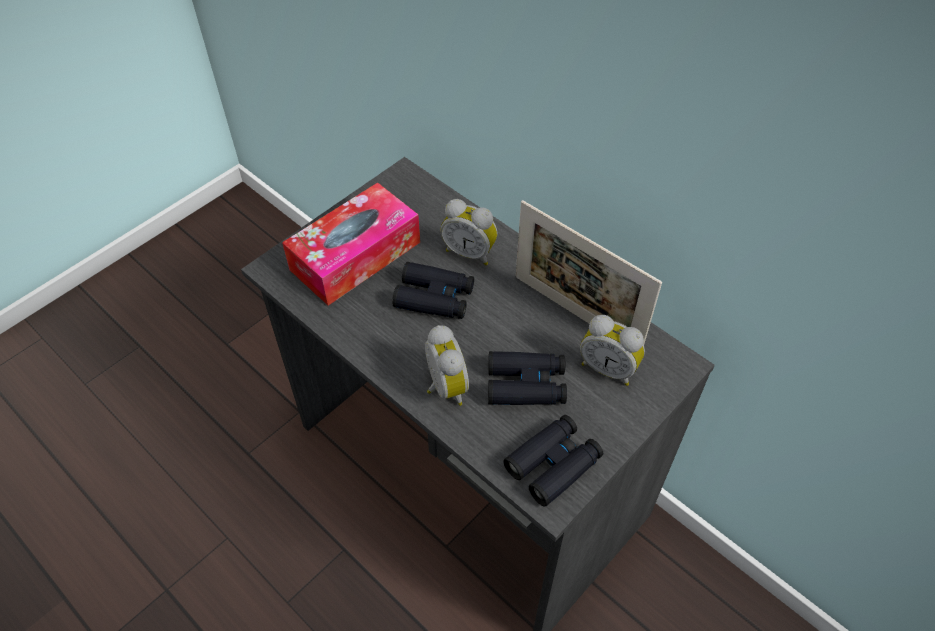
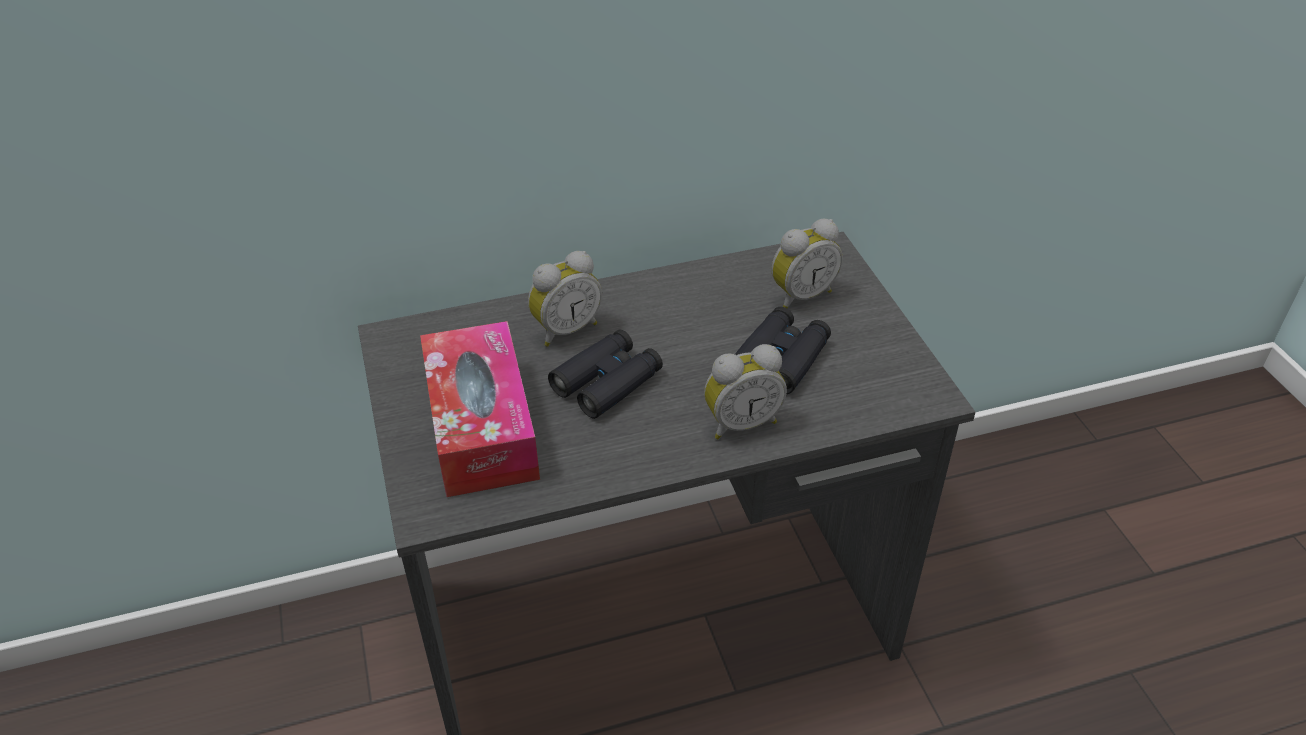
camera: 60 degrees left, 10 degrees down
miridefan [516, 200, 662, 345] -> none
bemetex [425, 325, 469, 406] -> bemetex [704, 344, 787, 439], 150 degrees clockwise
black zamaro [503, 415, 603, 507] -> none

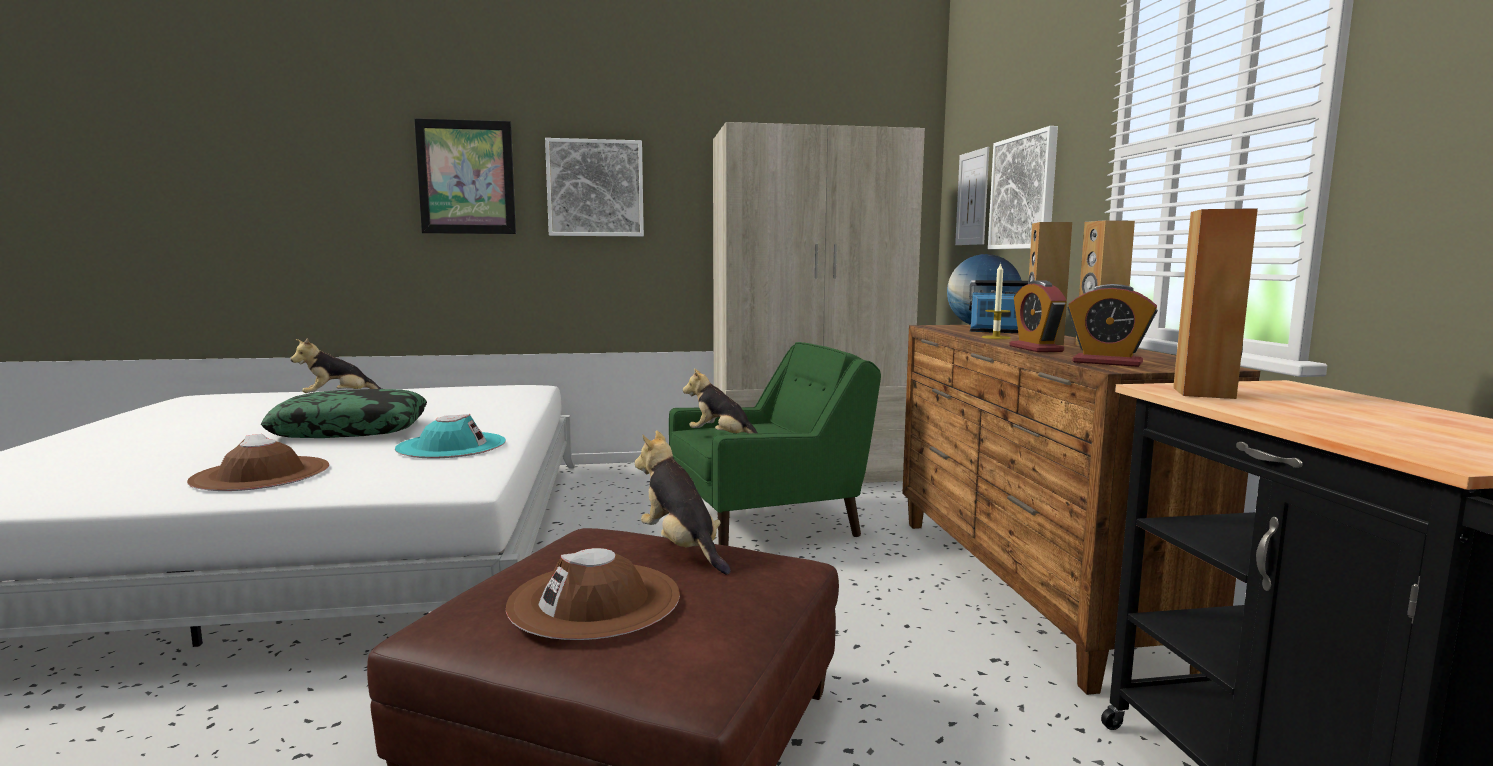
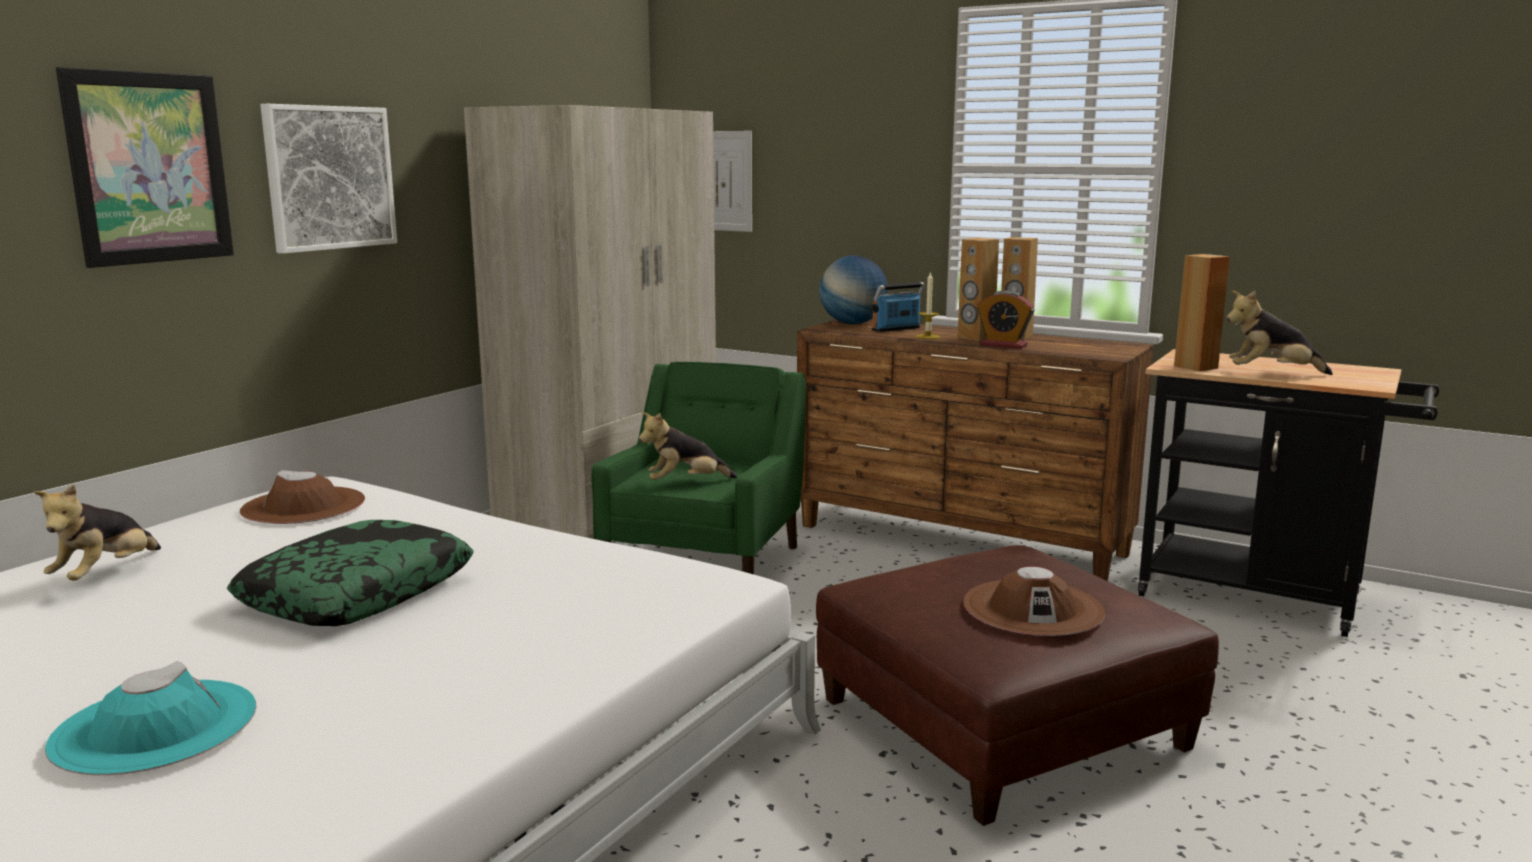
camera: 50 degrees left, 5 degrees up
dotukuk [988, 126, 1058, 249] -> none
bemetex [1068, 284, 1158, 367] -> none
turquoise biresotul [395, 414, 506, 458] -> turquoise biresotul [45, 661, 256, 775], moved
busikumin [635, 430, 731, 575] -> busikumin [1226, 290, 1333, 375], moved
brown biresotul [187, 434, 329, 491] -> brown biresotul [240, 470, 365, 524], moved

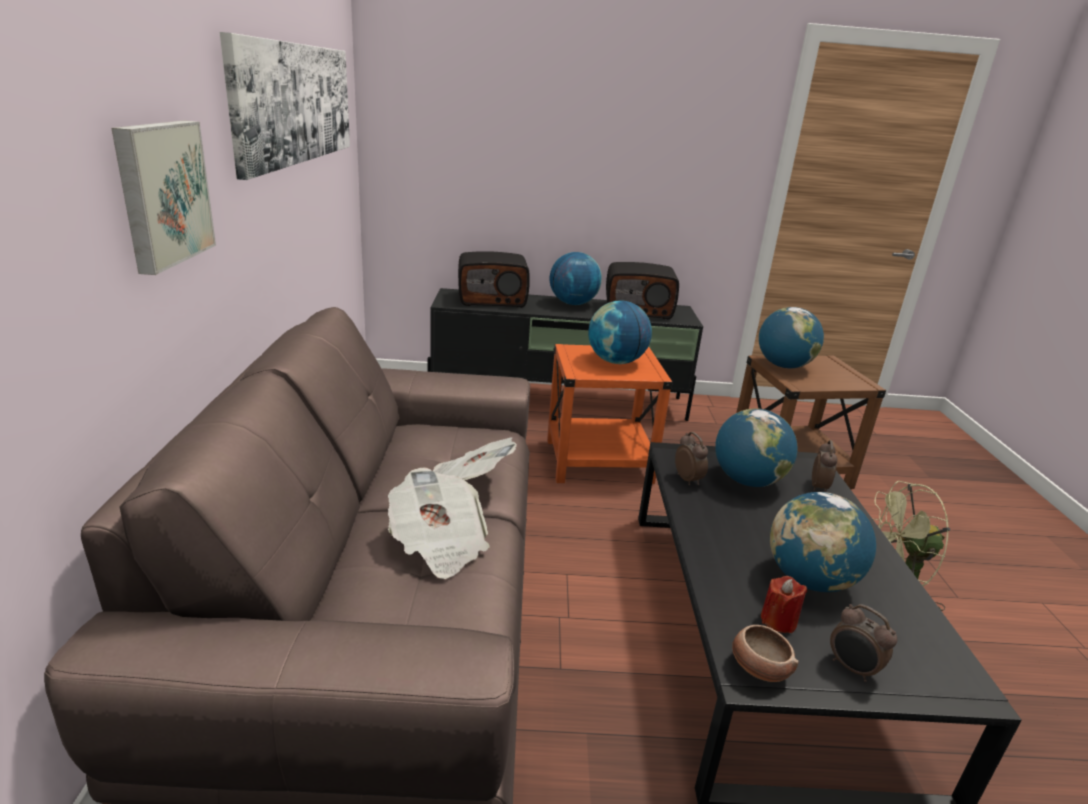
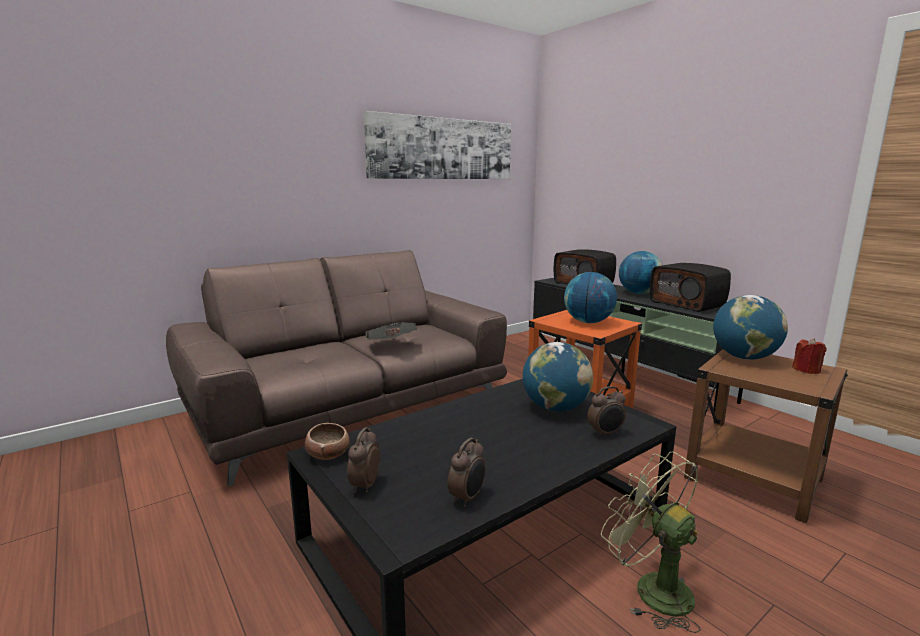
camera: 55 degrees right, 10 degrees down
dotukuk [111, 120, 216, 275] -> none
bemetex [675, 432, 708, 485] -> bemetex [448, 438, 485, 507], moved
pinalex [388, 468, 490, 579] -> none
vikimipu [770, 492, 876, 592] -> none
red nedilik [761, 576, 807, 633] -> red nedilik [792, 338, 827, 374], moved

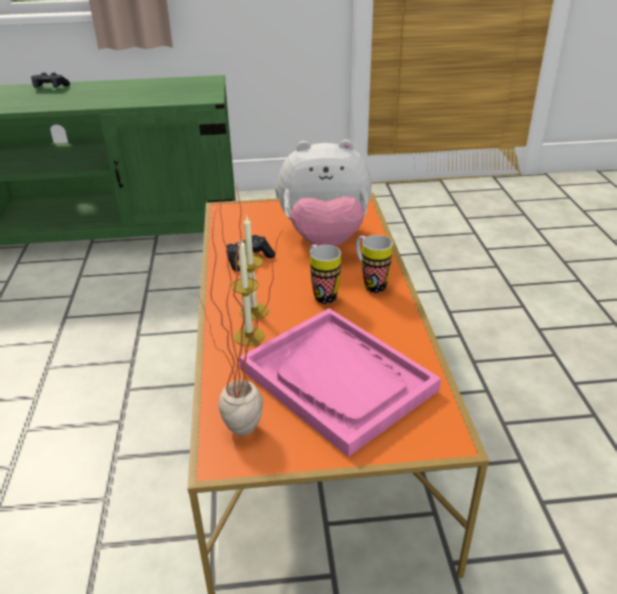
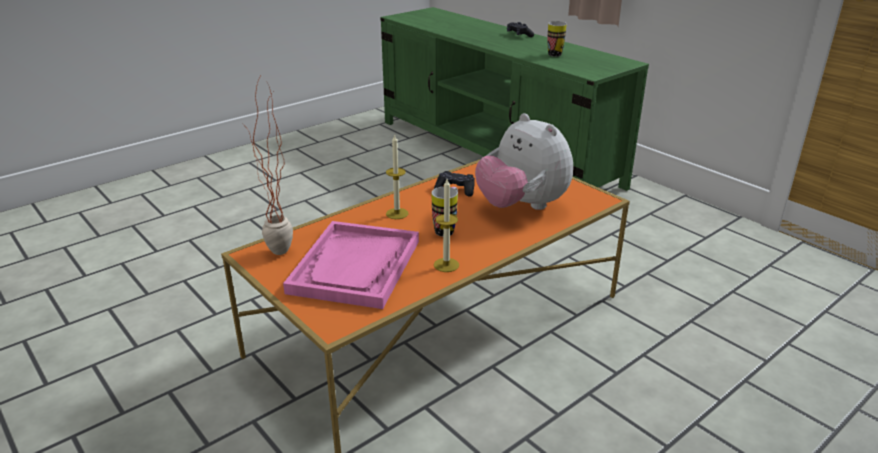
camera: 55 degrees right, 5 degrees down
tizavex [356, 235, 393, 293] -> tizavex [547, 21, 567, 57], moved
nedilik [231, 239, 265, 346] -> nedilik [434, 179, 459, 272], moved

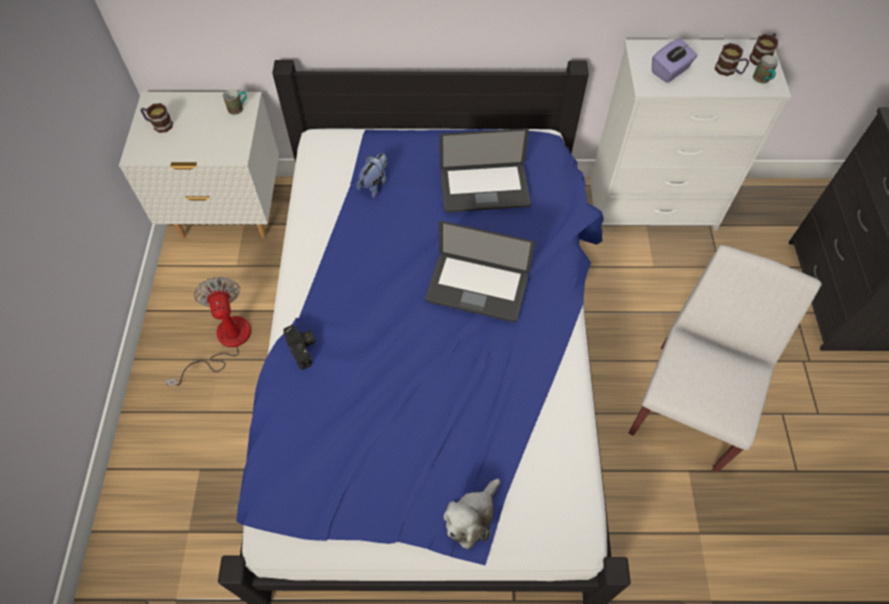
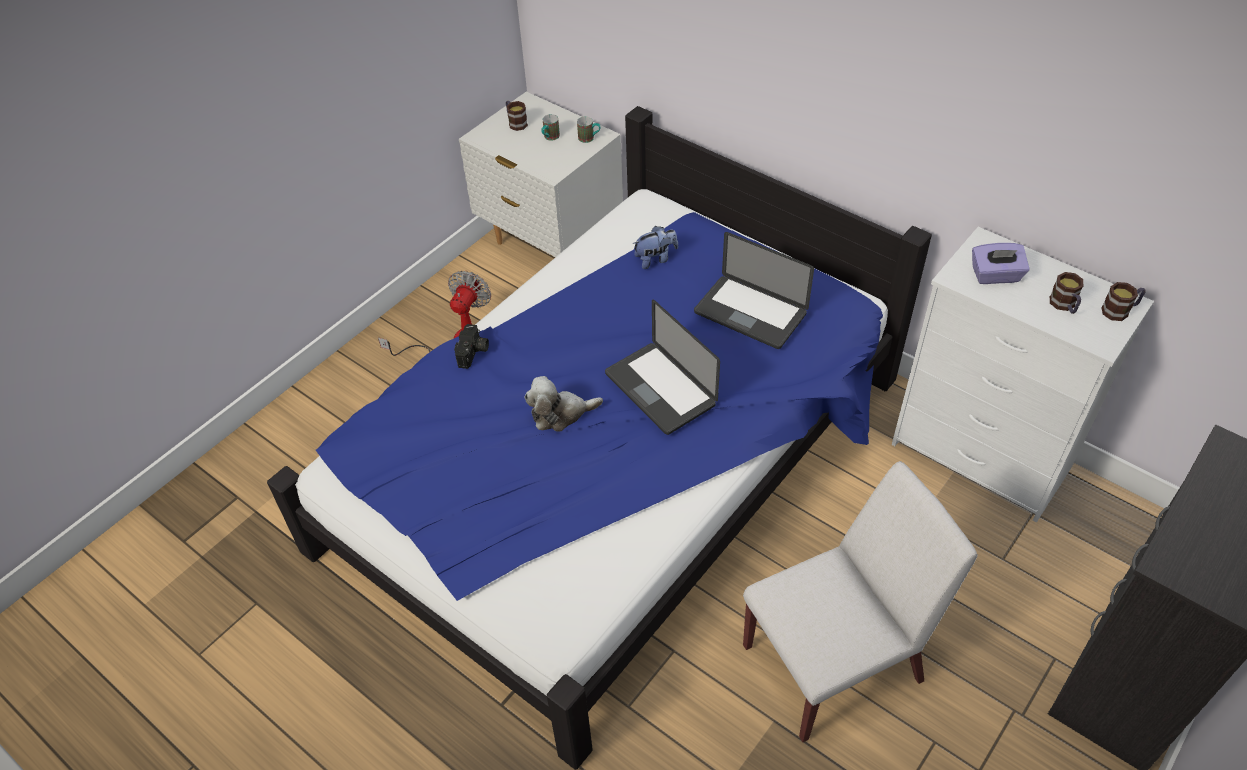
camera: 40 degrees right, 10 degrees down
tizavex [753, 55, 778, 84] -> tizavex [542, 114, 560, 141], moved
busikumin [443, 479, 500, 549] -> busikumin [524, 376, 603, 432], moved

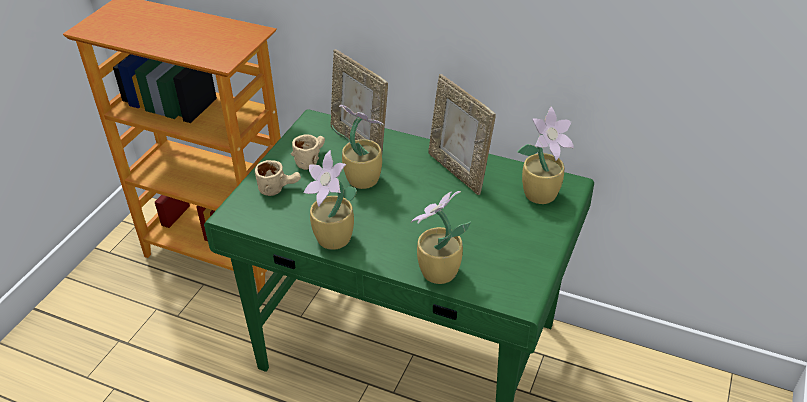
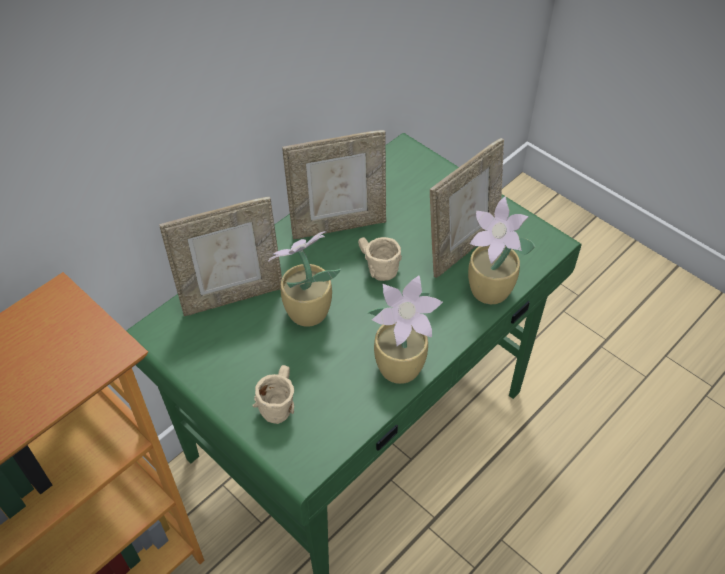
camera: 70 degrees left, 10 degrees up
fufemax [517, 107, 574, 204] -> none
beige tizavex [291, 135, 325, 170] -> beige tizavex [358, 237, 402, 281], moved
none -> miridefan [430, 138, 504, 278]

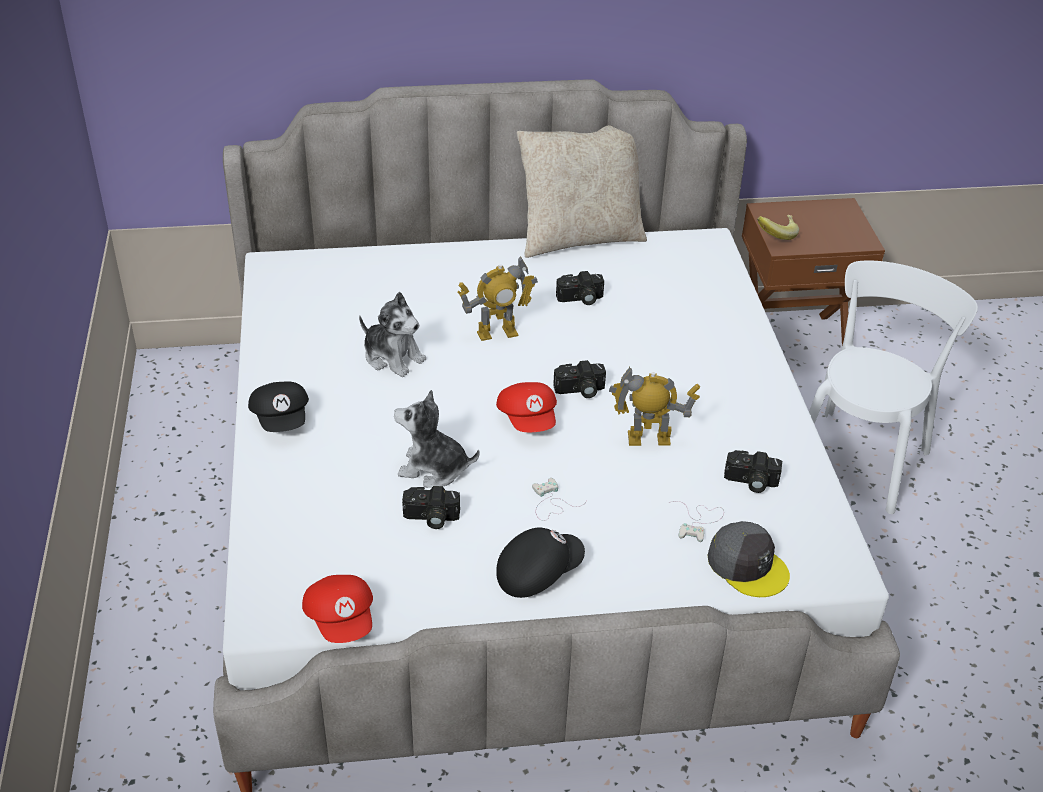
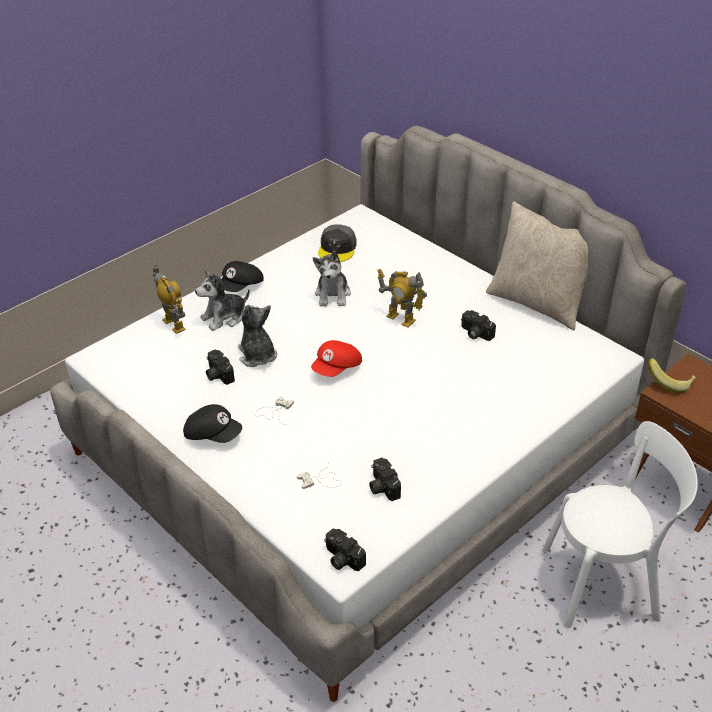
camera: 55 degrees right, 0 degrees up
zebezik [553, 360, 606, 398] -> zebezik [324, 529, 366, 571], moved
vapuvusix [609, 367, 700, 446] -> vapuvusix [153, 265, 186, 334], moved
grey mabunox [707, 521, 790, 597] -> grey mabunox [318, 224, 357, 262], moved
red mabunox [302, 575, 373, 643] -> none
none -> busikumin [195, 269, 250, 331]

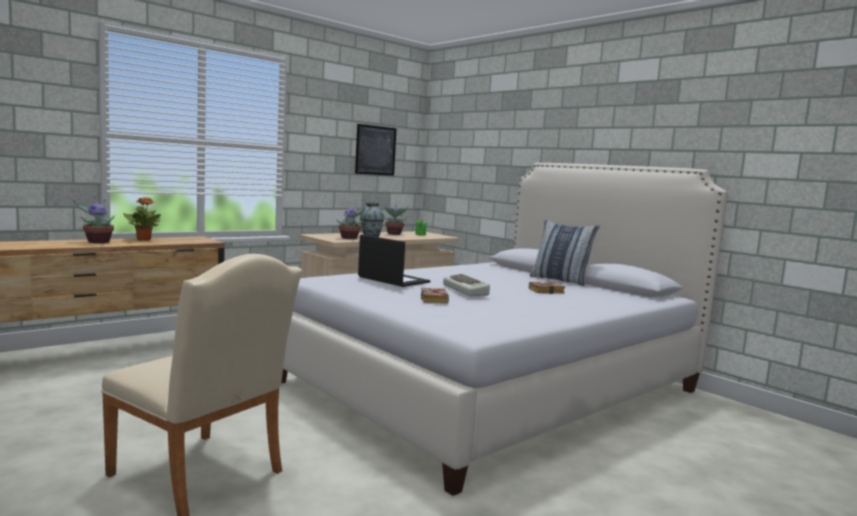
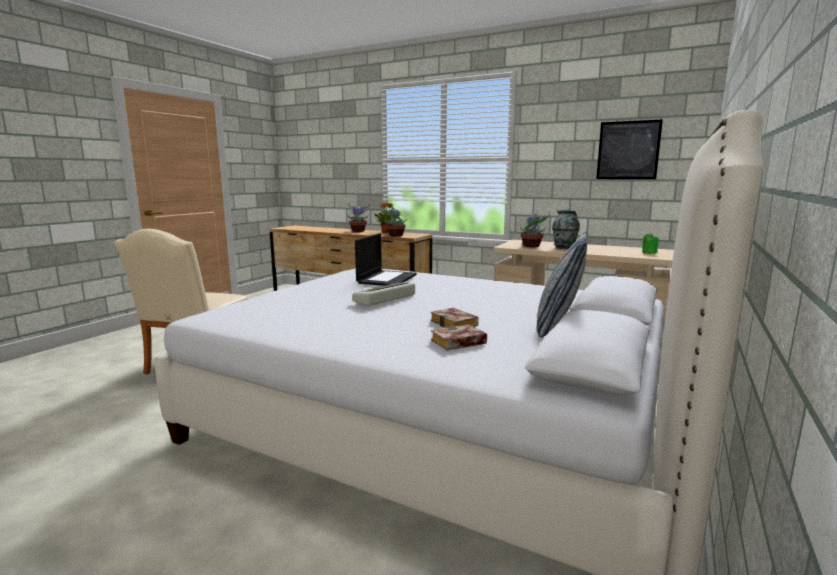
camera: 70 degrees right, 5 degrees up
fufemax [384, 205, 409, 235] -> fufemax [383, 204, 408, 237], moved
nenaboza [421, 288, 449, 303] -> nenaboza [431, 324, 487, 351], moved

